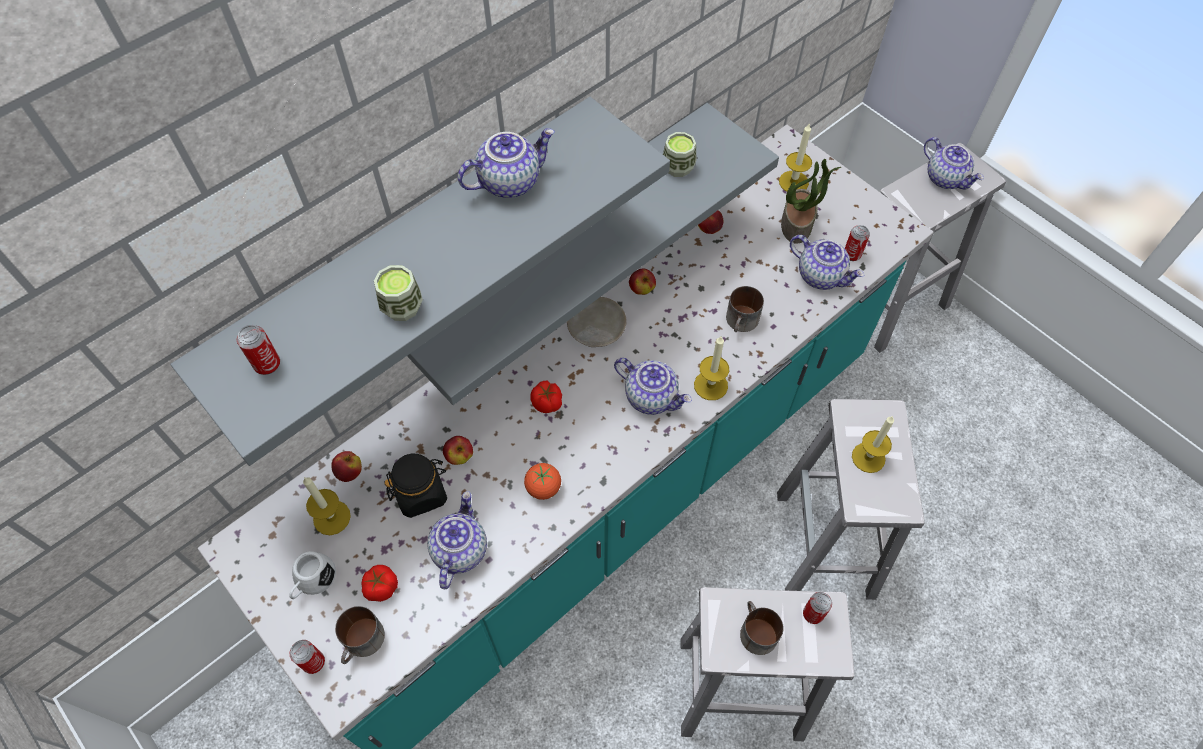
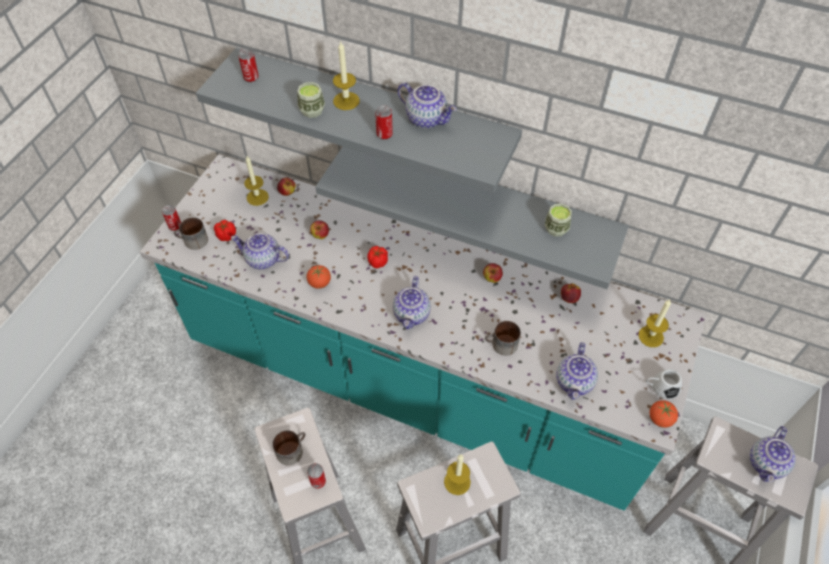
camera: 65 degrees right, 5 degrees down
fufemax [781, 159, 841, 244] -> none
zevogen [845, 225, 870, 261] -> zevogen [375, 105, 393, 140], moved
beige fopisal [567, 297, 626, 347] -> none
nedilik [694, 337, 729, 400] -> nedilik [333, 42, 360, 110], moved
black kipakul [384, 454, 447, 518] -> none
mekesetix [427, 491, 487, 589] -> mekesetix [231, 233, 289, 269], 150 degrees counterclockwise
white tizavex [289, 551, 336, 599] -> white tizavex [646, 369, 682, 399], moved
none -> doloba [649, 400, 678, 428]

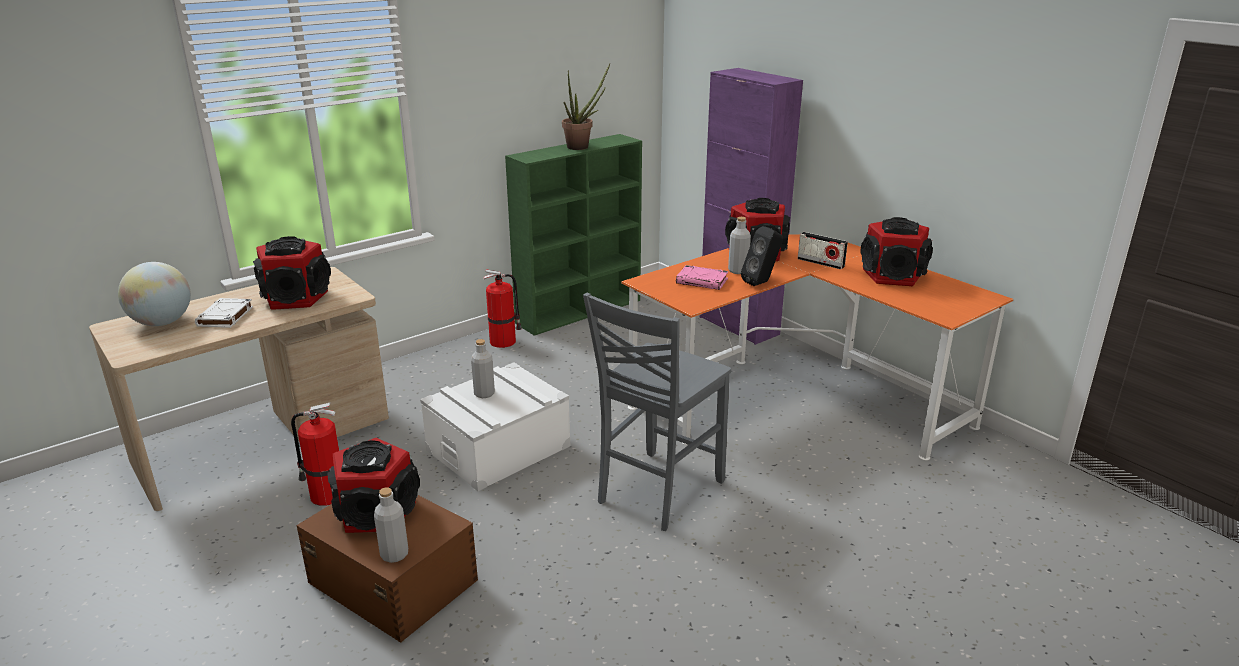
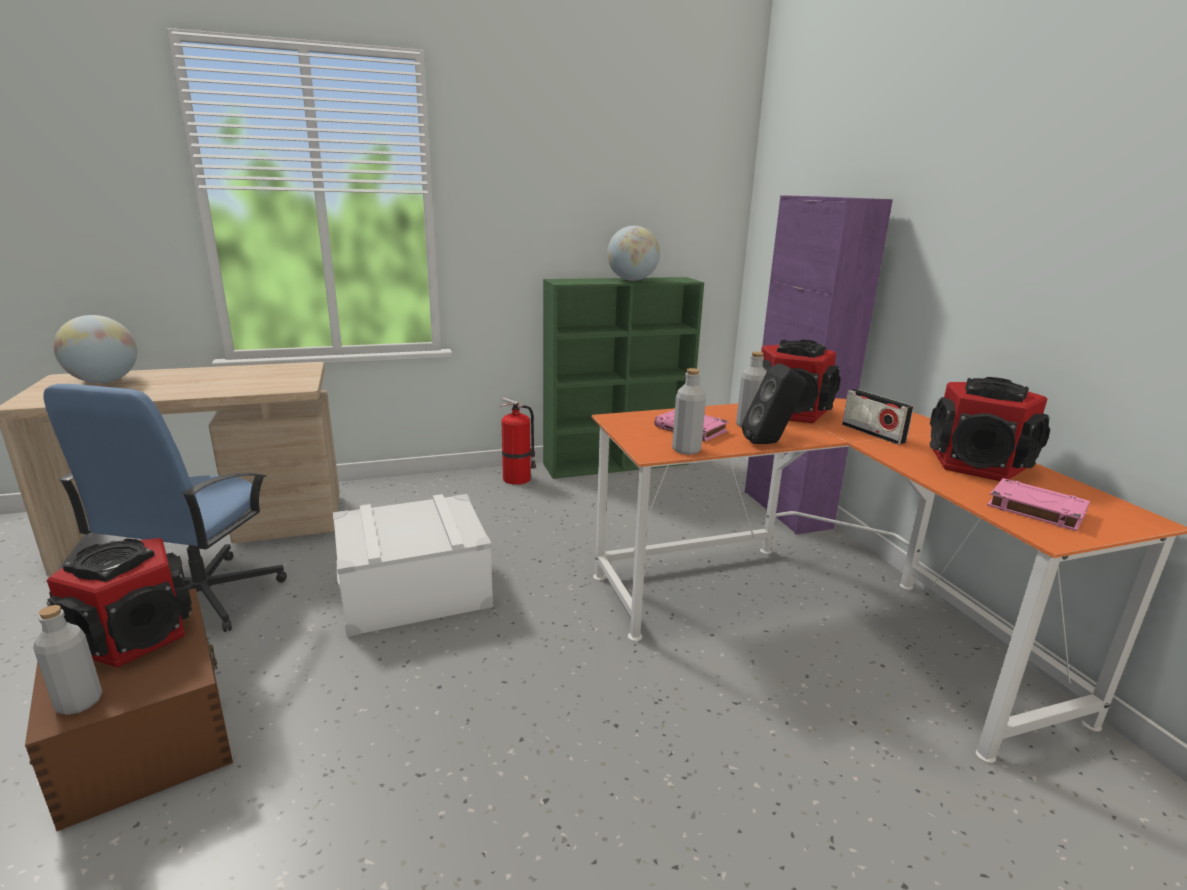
camera: 20 degrees right, 5 degrees down
fufemax [562, 64, 610, 150] -> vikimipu [607, 226, 660, 281]
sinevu [253, 236, 331, 310] -> none
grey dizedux [583, 293, 731, 531] -> none
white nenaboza [195, 298, 253, 328] -> none
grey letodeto [471, 339, 495, 398] -> grey letodeto [672, 368, 706, 455], moved
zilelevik [291, 403, 339, 506] -> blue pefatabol [44, 384, 287, 632]
none -> pink nenaboza [987, 478, 1090, 531]

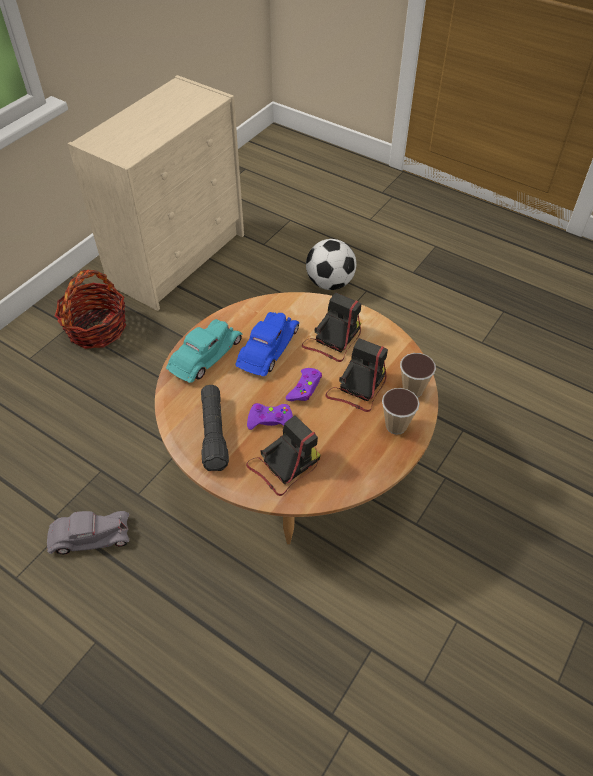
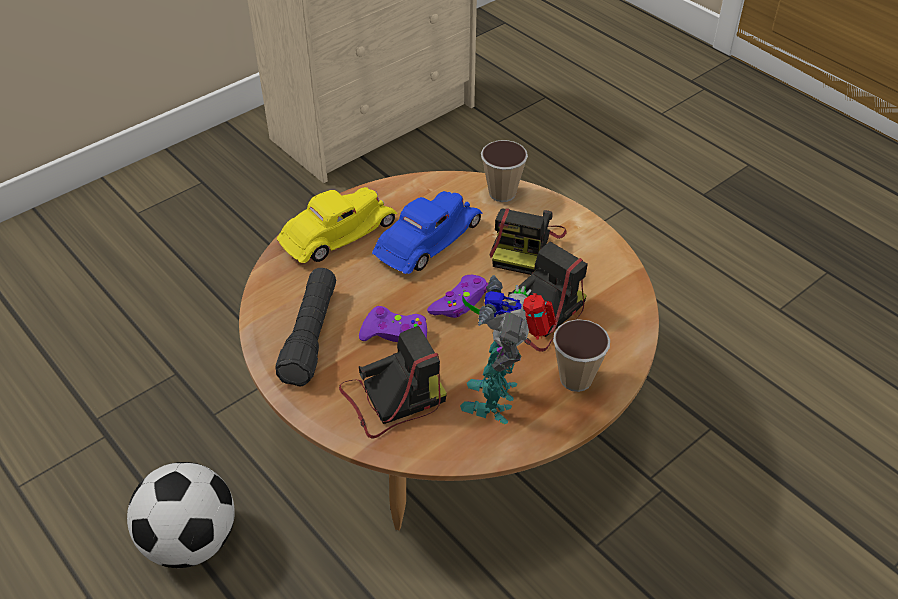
camera: 15 degrees right, 5 degrees down
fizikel [306, 239, 356, 290] -> fizikel [127, 462, 235, 568], moved
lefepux [55, 270, 126, 349] -> none
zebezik [302, 292, 362, 362] -> zebezik [489, 209, 566, 275], 150 degrees clockwise
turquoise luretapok [166, 319, 243, 383] -> yellow luretapok [277, 187, 397, 263]
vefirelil [400, 353, 436, 397] -> vefirelil [481, 140, 528, 202], moved
grey luretapok [47, 511, 129, 554] -> none
none -> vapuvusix [460, 275, 556, 424]

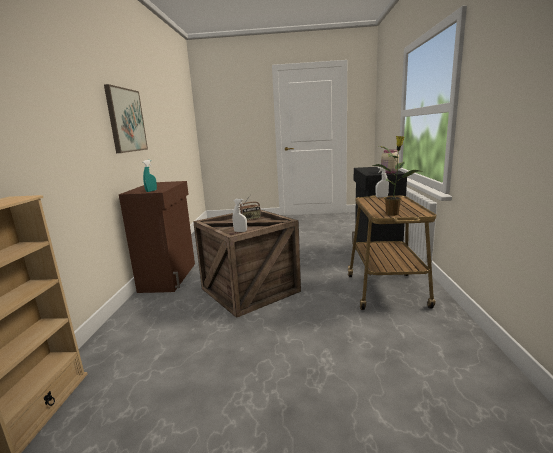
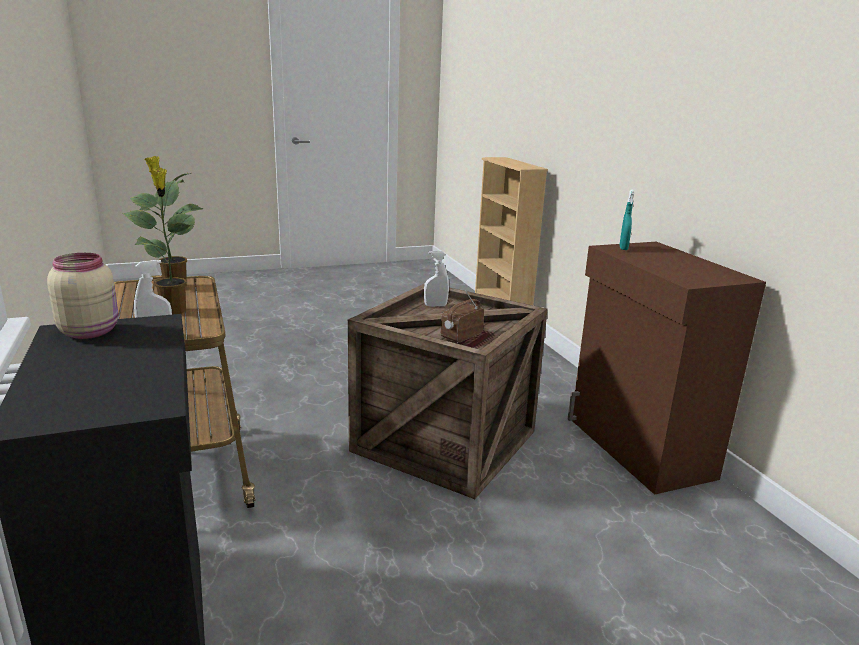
camera: 155 degrees right, 5 degrees up
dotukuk [104, 84, 148, 153] -> none
none -> fufemax [131, 168, 195, 315]

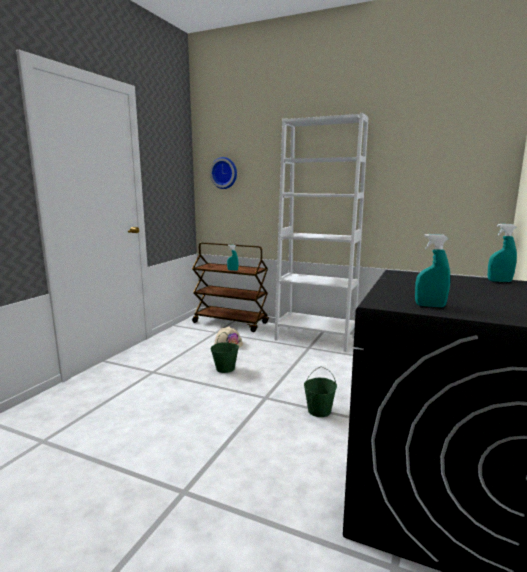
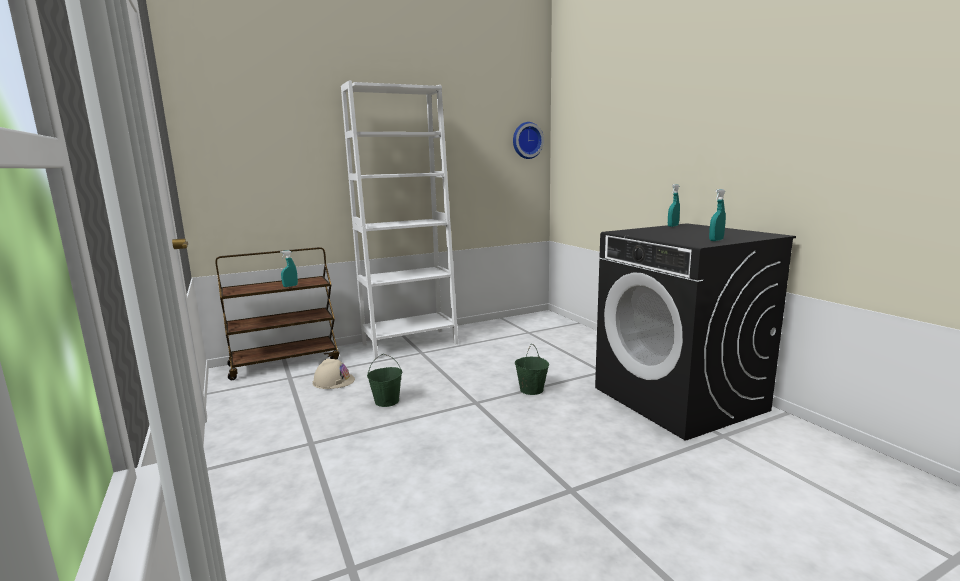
camera: 50 degrees left, 0 degrees up
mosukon [210, 157, 237, 189] -> mosukon [513, 122, 544, 159], moved

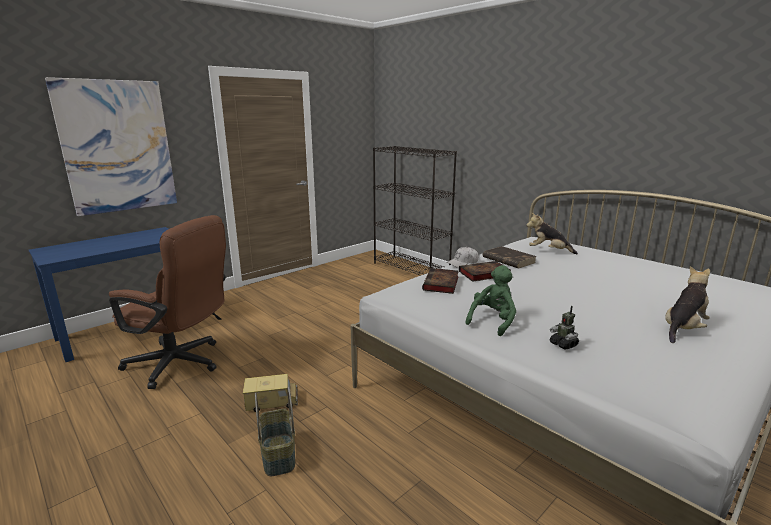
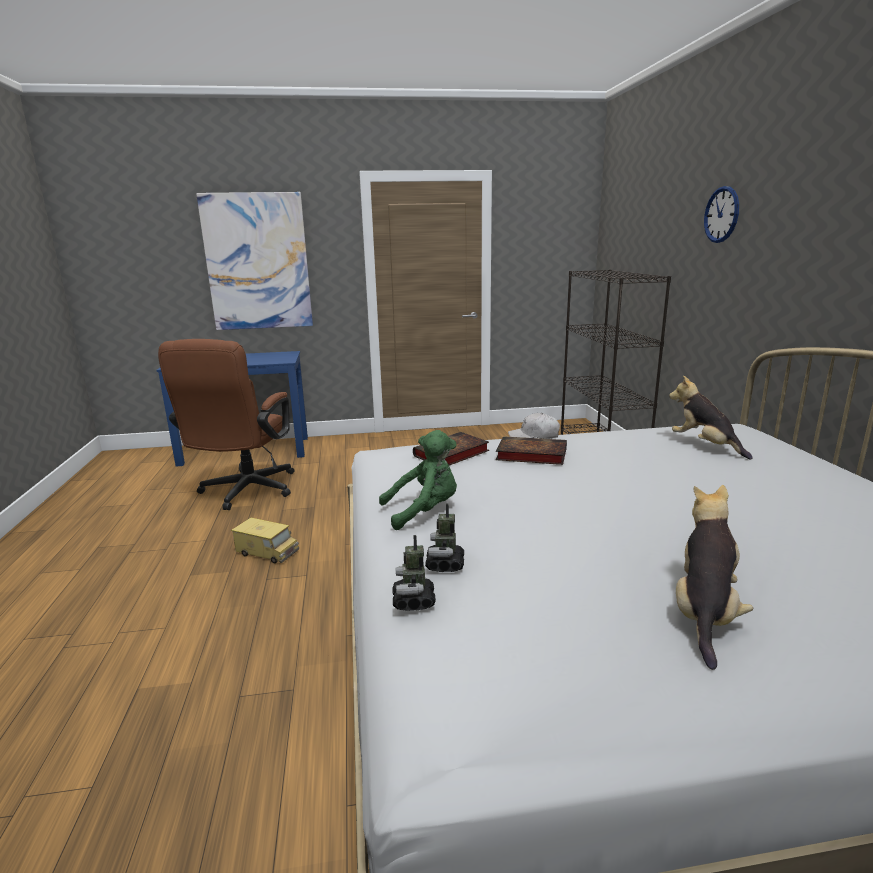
camera: 35 degrees right, 0 degrees up
brown pefatabol [109, 215, 226, 389] -> brown pefatabol [158, 339, 295, 510], 45 degrees clockwise
brown nenaboza [483, 246, 537, 268] -> none
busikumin [665, 266, 710, 343] -> busikumin [676, 485, 753, 670], 60 degrees counterclockwise
lefepux [255, 387, 295, 476] -> none
none -> mosukon [704, 186, 739, 243]
none -> vapuvusix [393, 535, 436, 611]

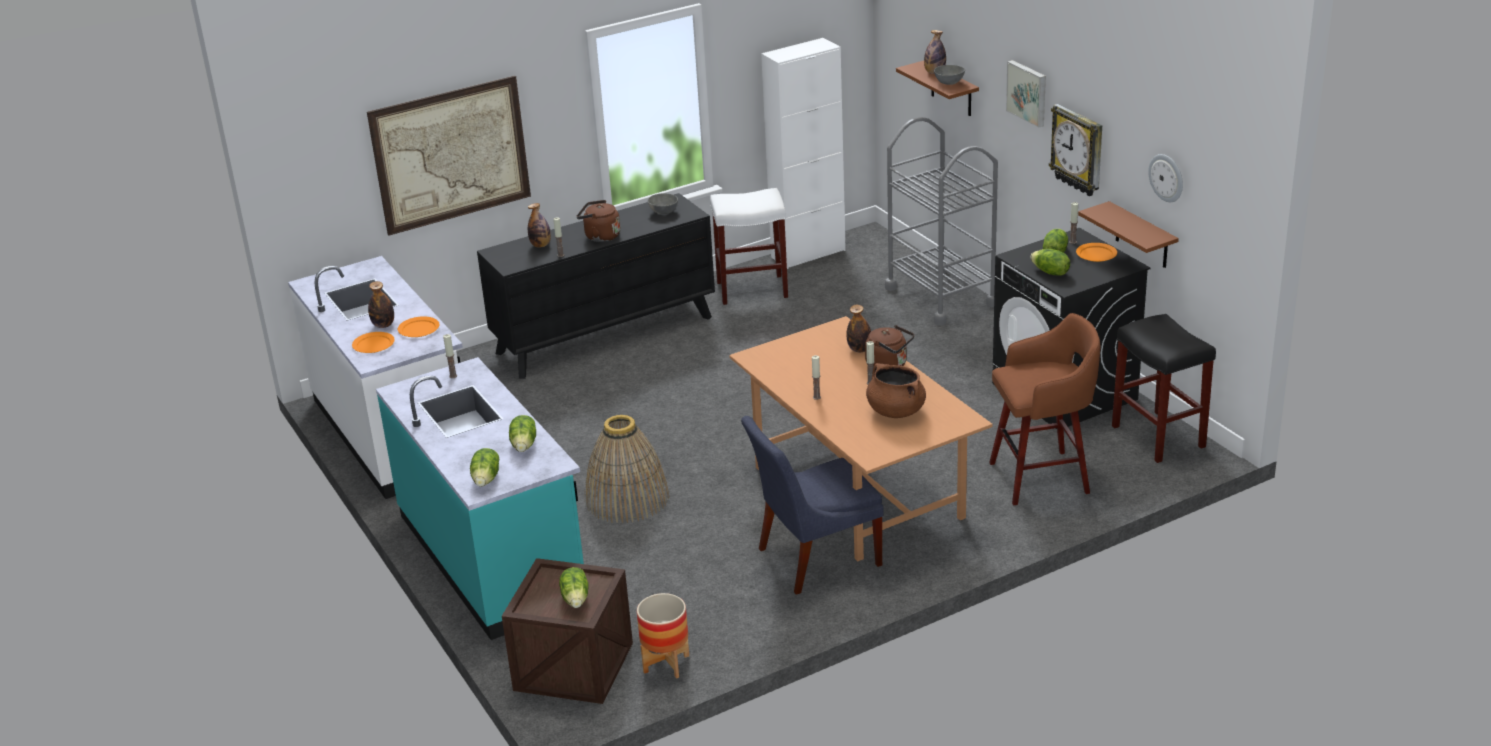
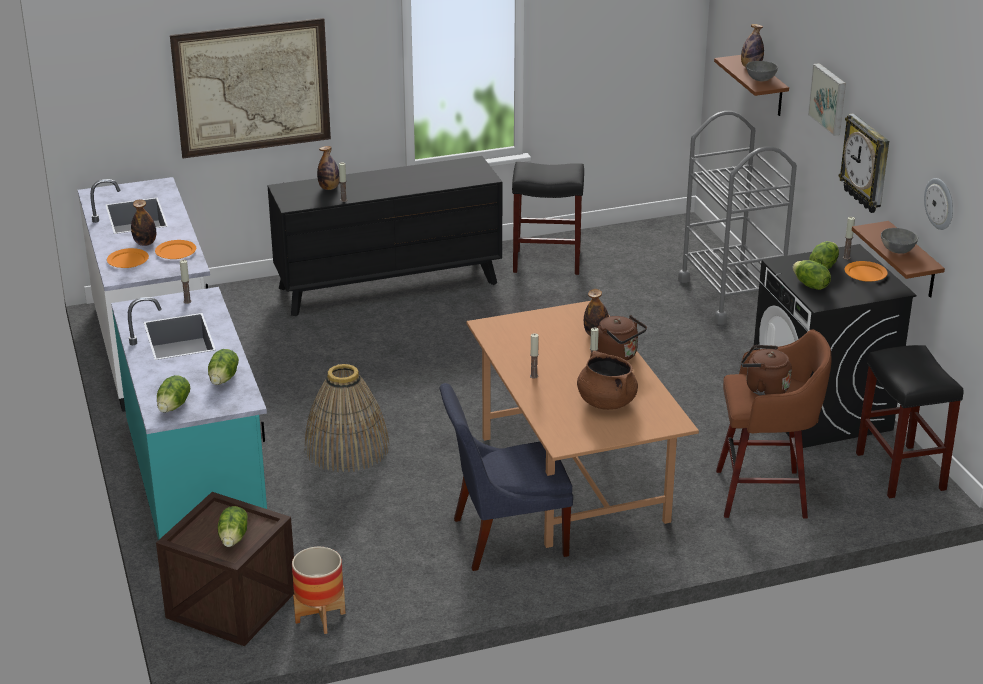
camera: 10 degrees right, 0 degrees up
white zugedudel [761, 38, 846, 269] -> none
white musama [710, 188, 788, 305] -> black musama [512, 162, 584, 275]
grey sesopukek [647, 193, 678, 214] -> grey sesopukek [881, 228, 918, 254], moved
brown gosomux [577, 200, 620, 242] -> brown gosomux [741, 345, 792, 395], moved

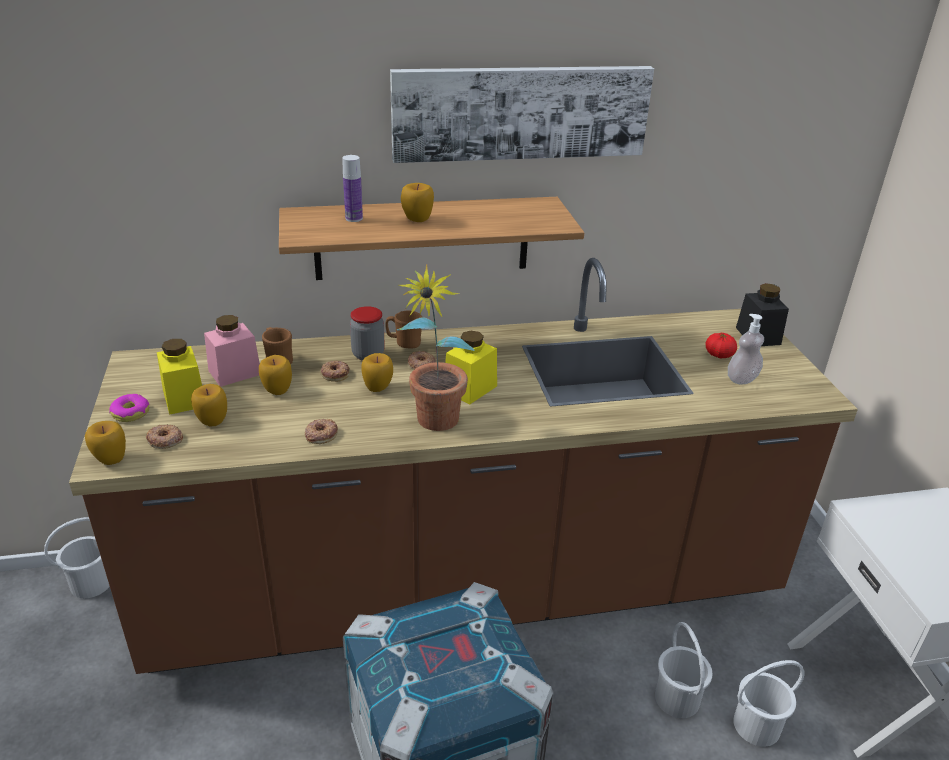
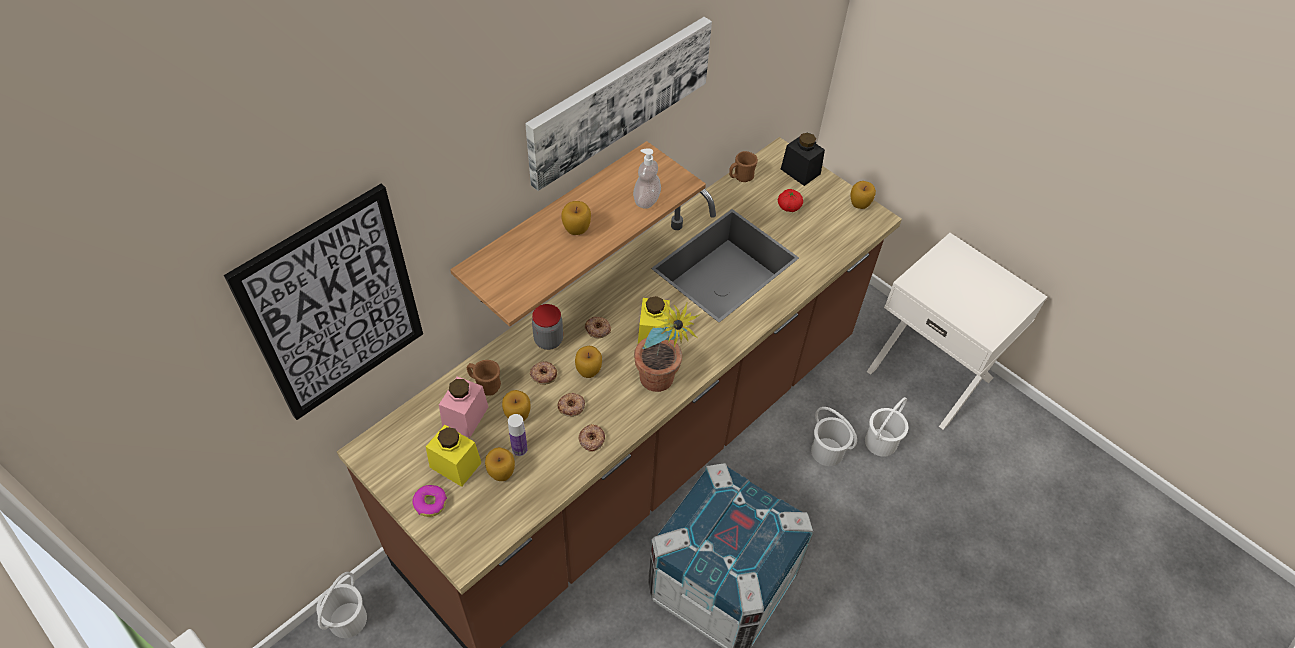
camera: 35 degrees left, 20 degrees up
letodeto [342, 155, 363, 222] -> letodeto [508, 414, 528, 456], moved
brown tizavex [385, 310, 422, 349] -> brown tizavex [729, 151, 758, 182], moved
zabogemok [728, 314, 764, 385] -> zabogemok [633, 148, 661, 209], moved
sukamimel [85, 421, 126, 465] -> sukamimel [851, 181, 876, 209], moved
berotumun [146, 425, 183, 449] -> berotumun [557, 393, 585, 417], moved
none -> dotukuk [224, 184, 423, 420]

